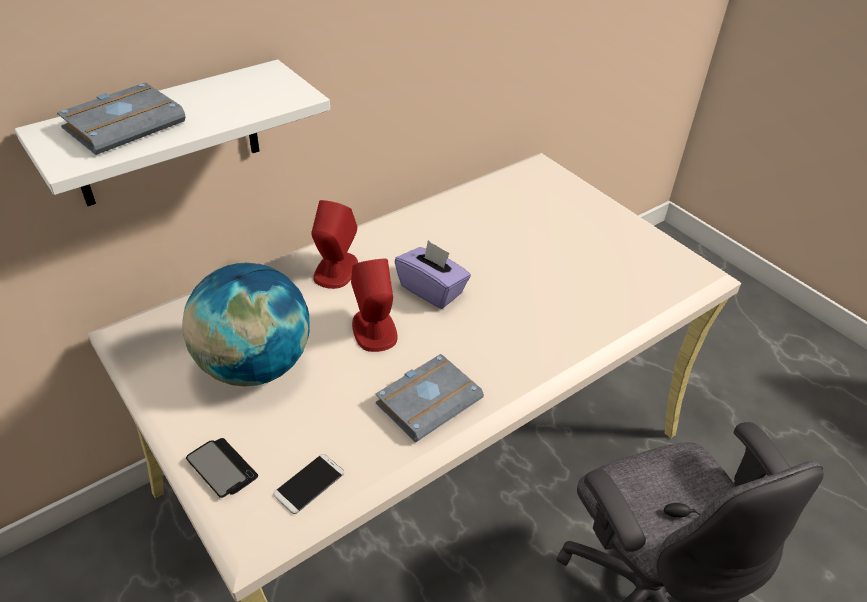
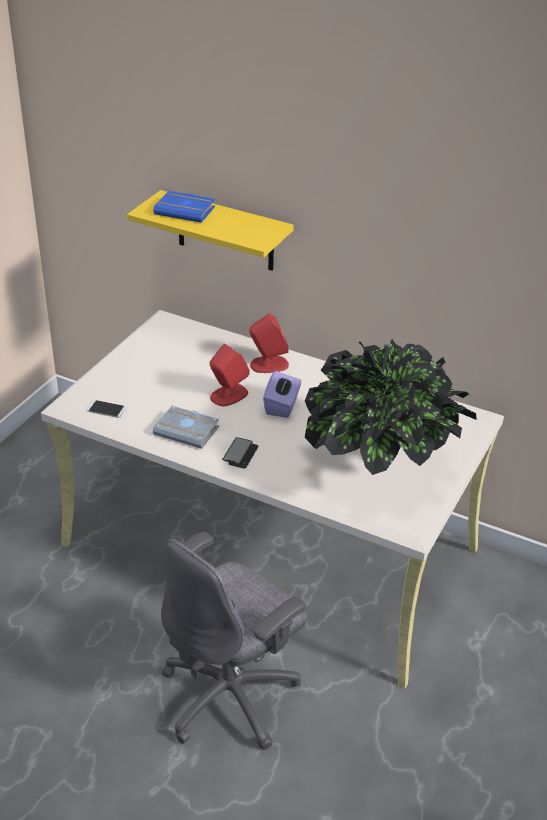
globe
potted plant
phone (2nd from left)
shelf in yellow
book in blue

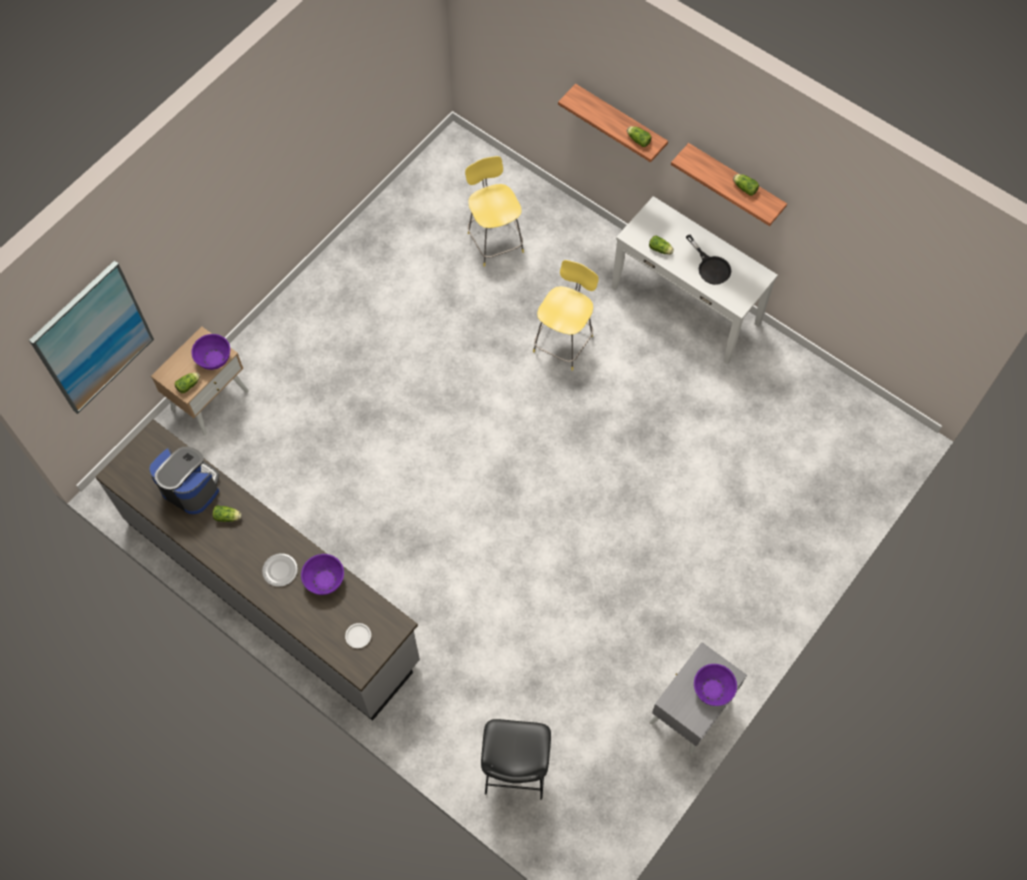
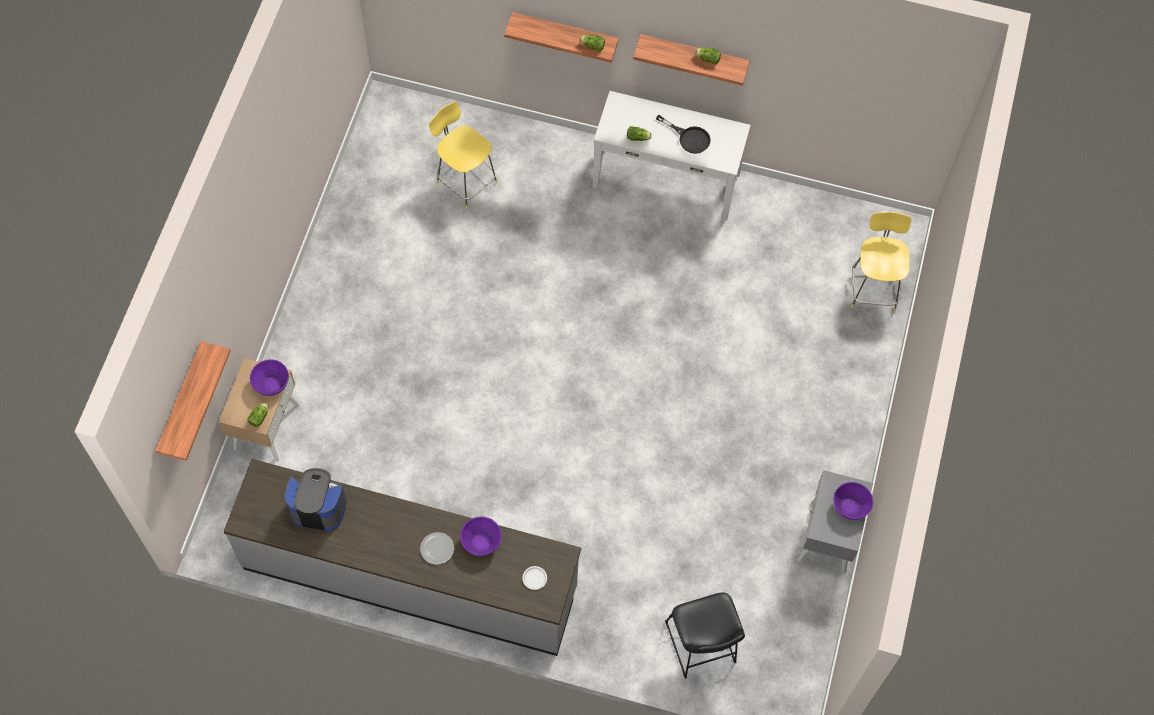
lettuce (2nd from left in the first image)
stool in yellow (2nd from left)
shelf (1st from left)

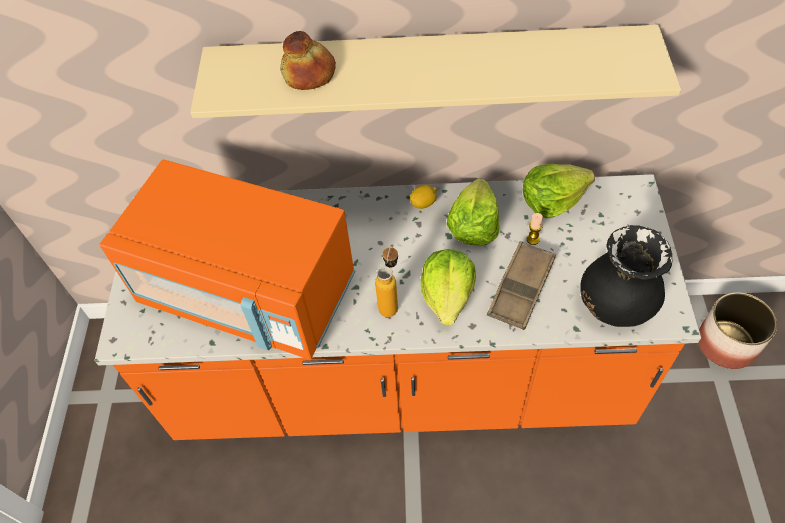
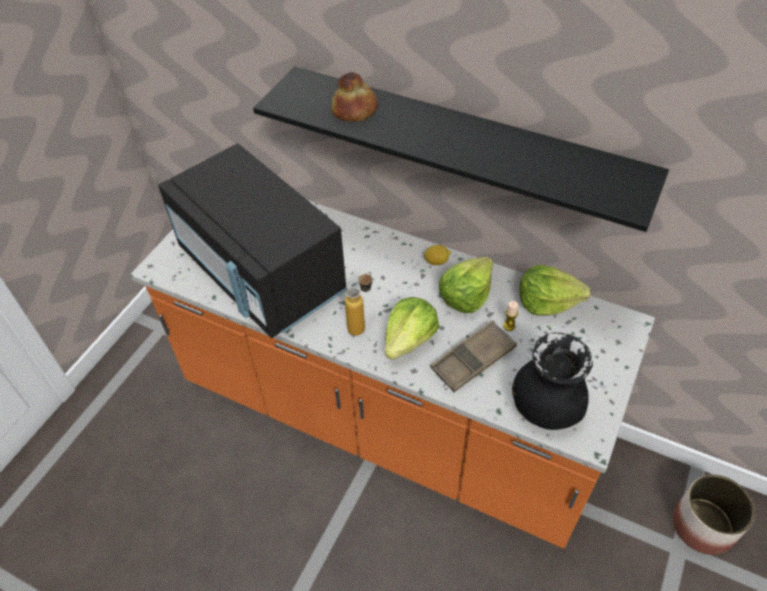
microwave in black
shelf in black

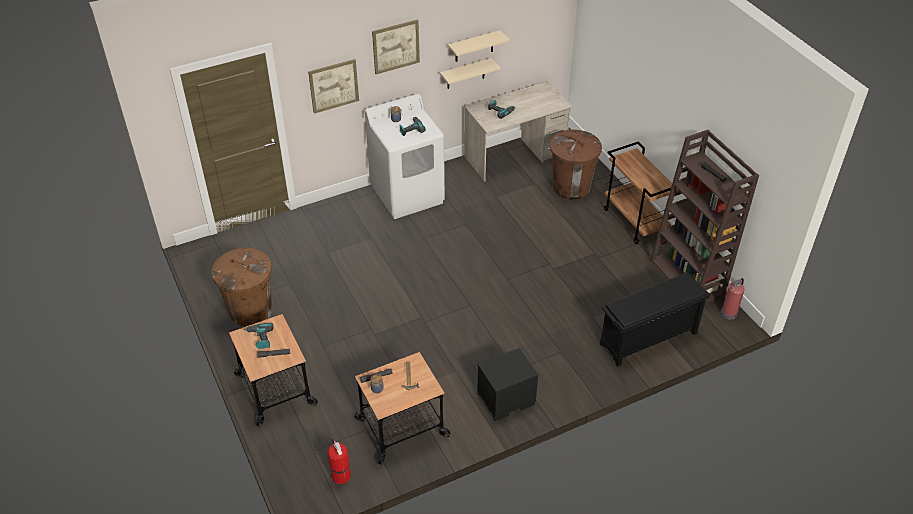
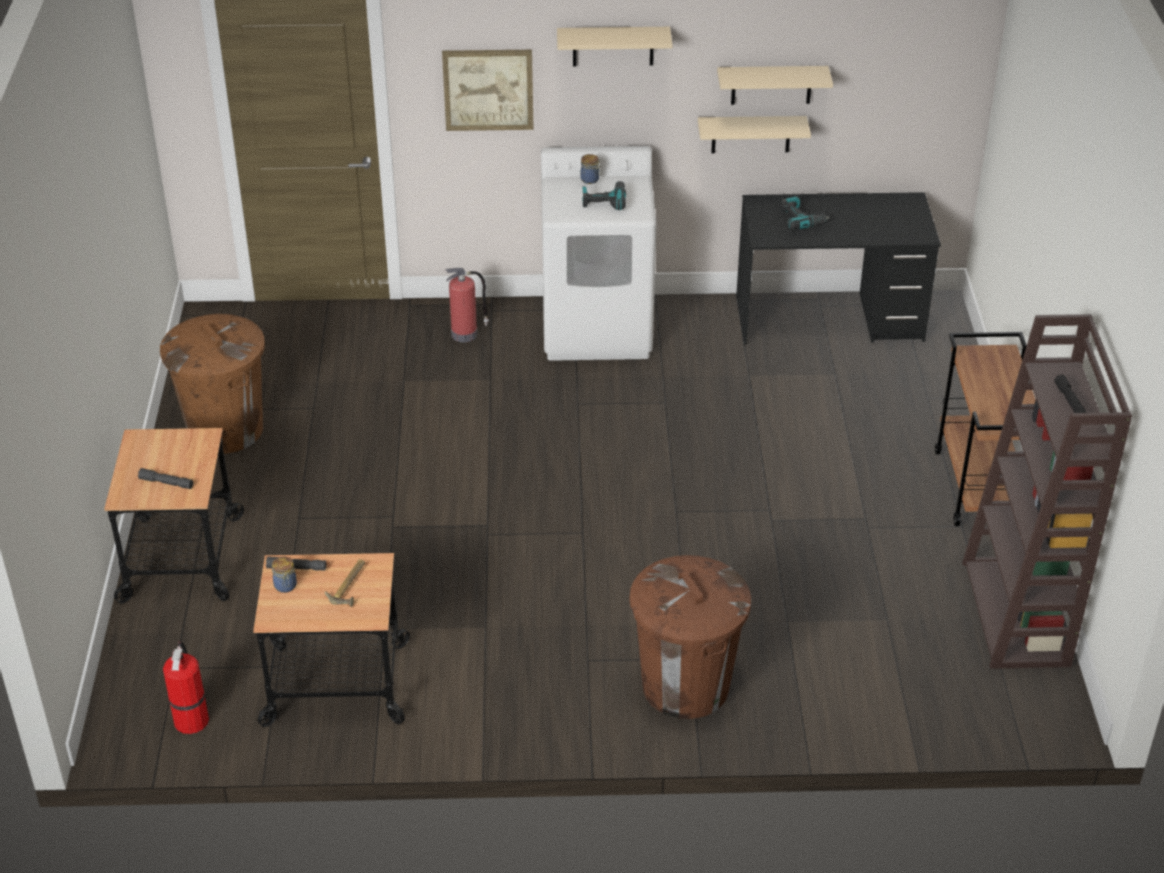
power drill (1st from left in the first image)
nightstand in black
shoe rack in black
trash can in brown (2nd from left)
fire extinguisher (2nd from left)
shelf in beige (1st from left)
desk in black

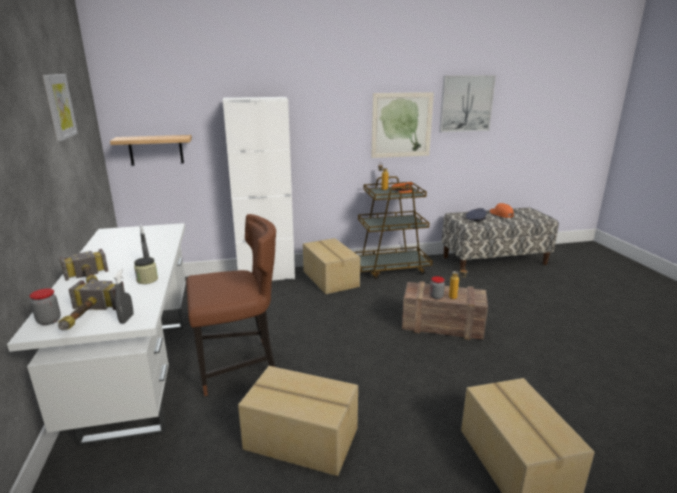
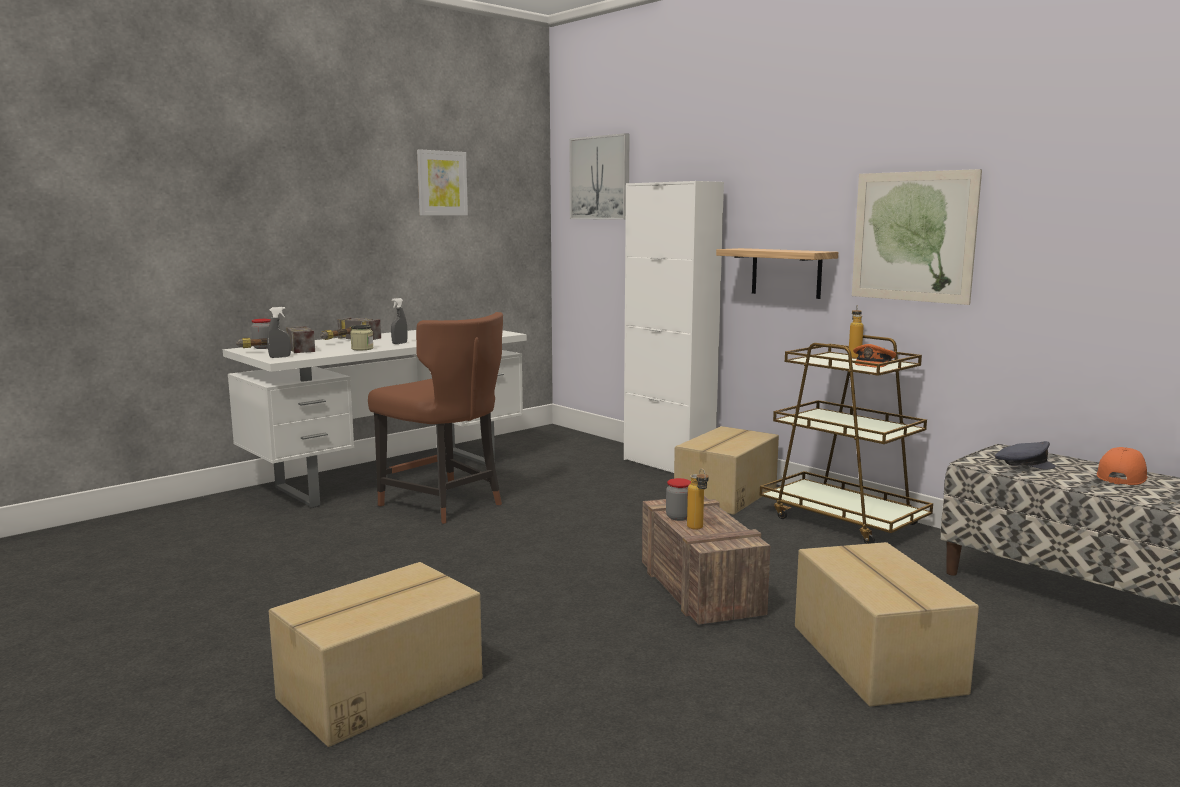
shelf
cardboard box (3rd from left)
picture (2nd from left)

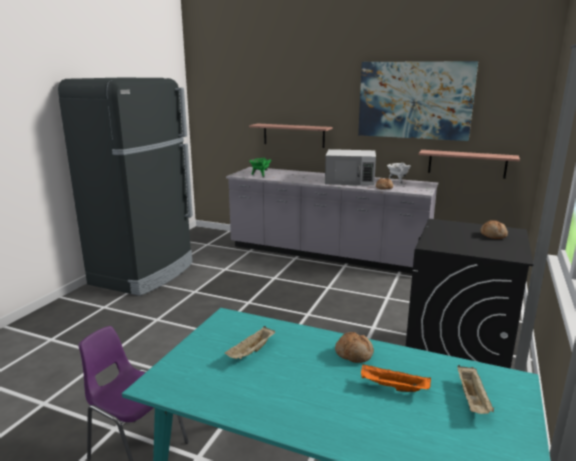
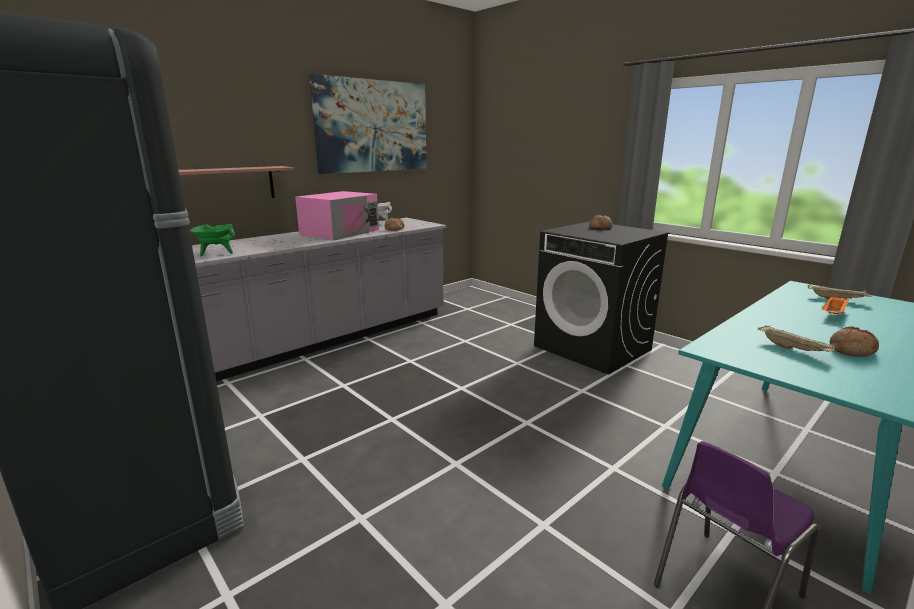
shelf (2nd from left in the first image)
bread (3rd from left)
microwave in pink

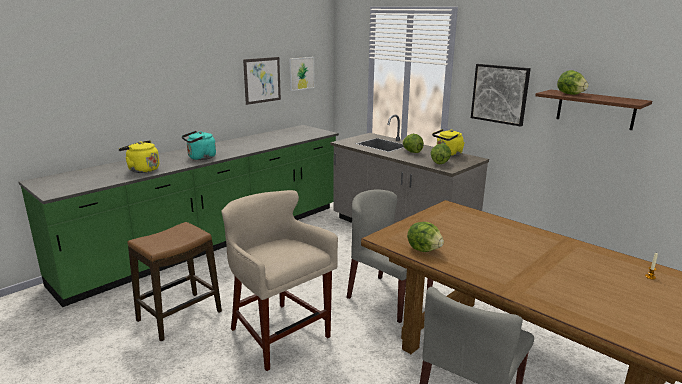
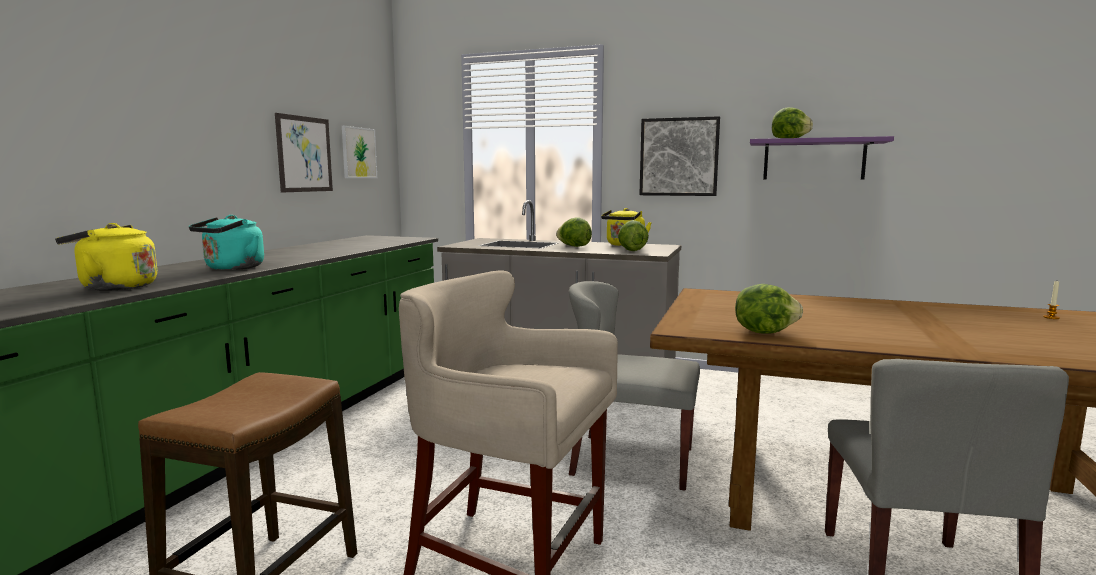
shelf in purple

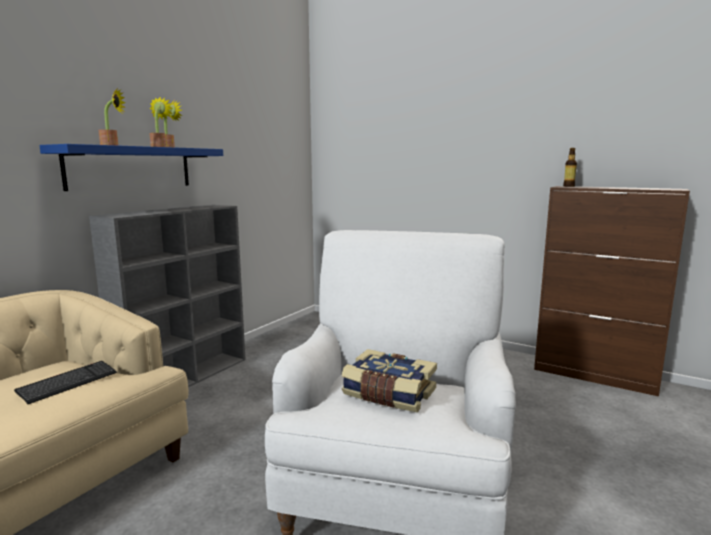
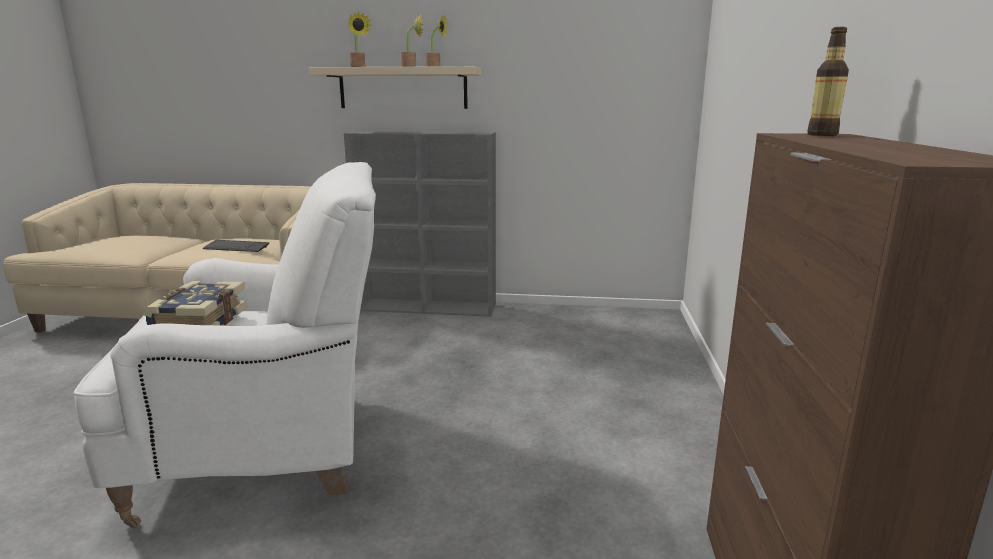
shelf in beige

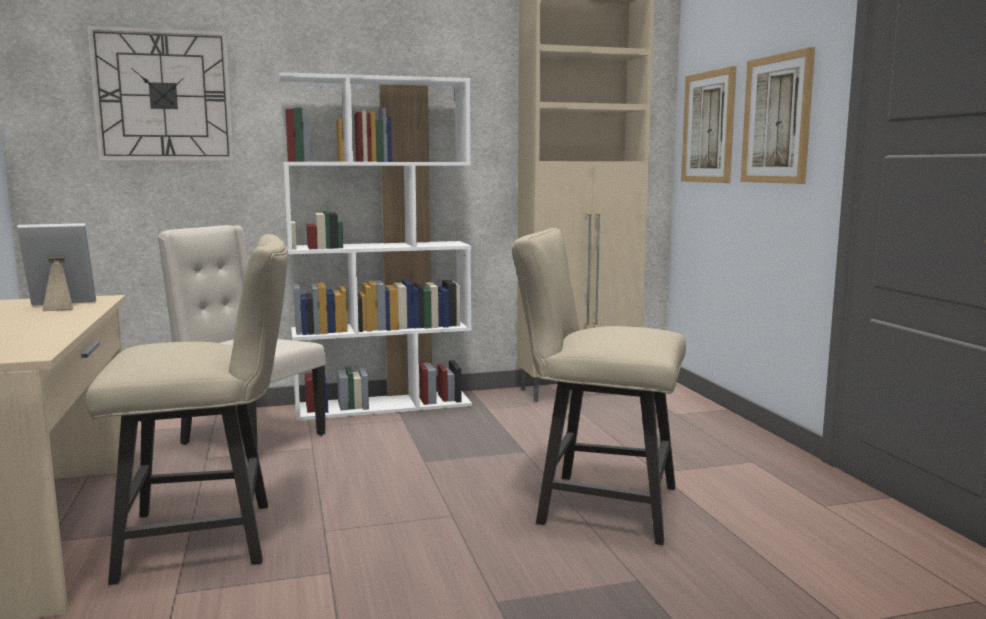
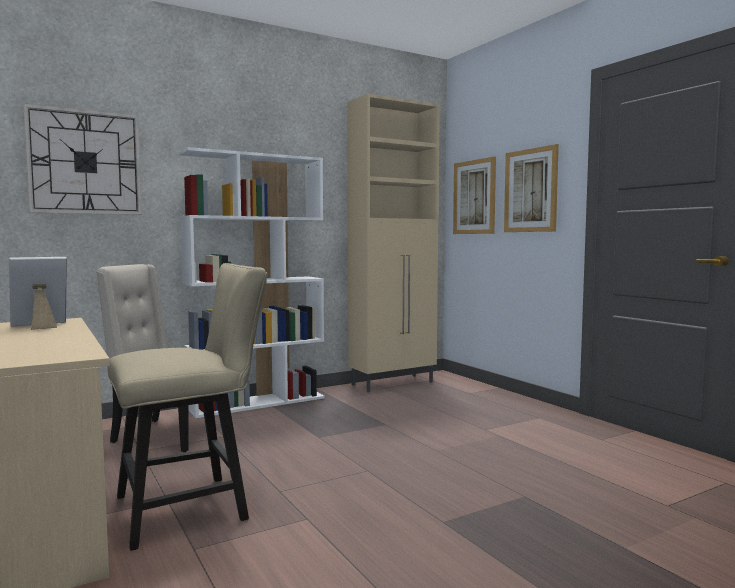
chair in beige (3rd from left in the first image)

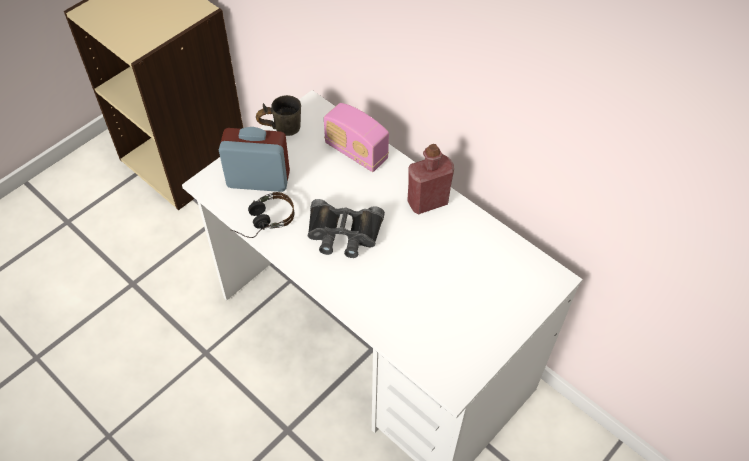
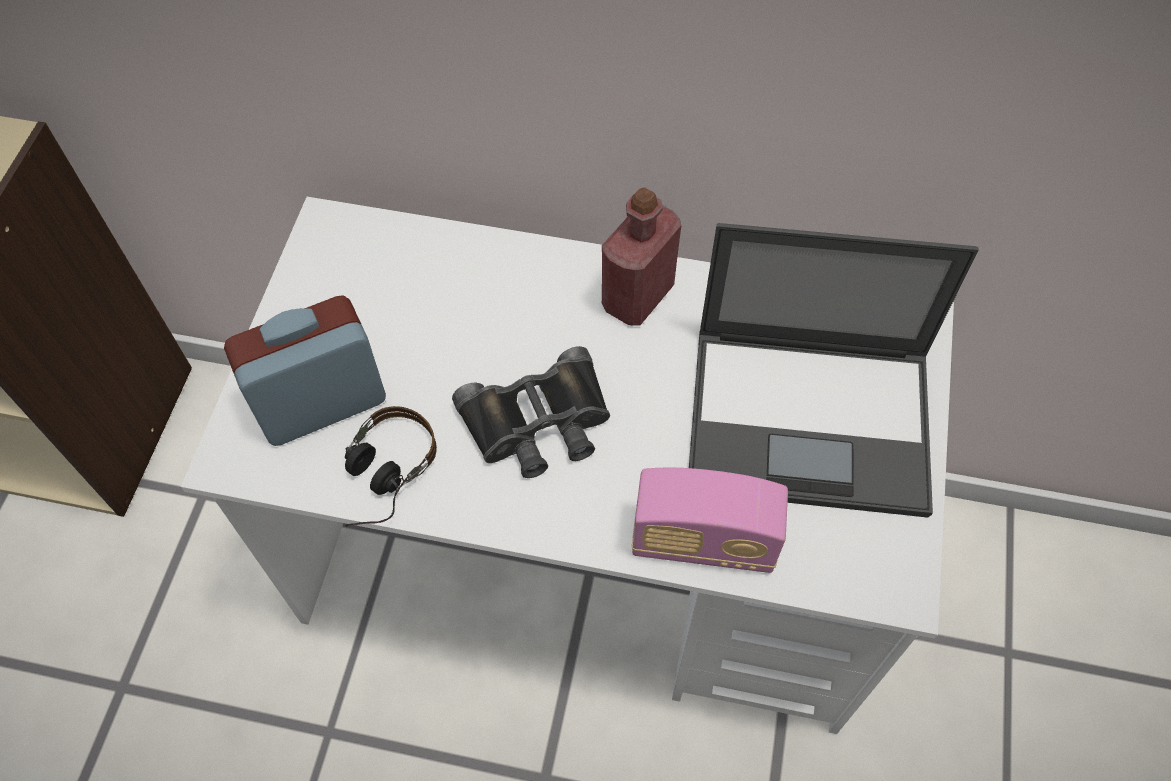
mug in grey
laptop
radio

